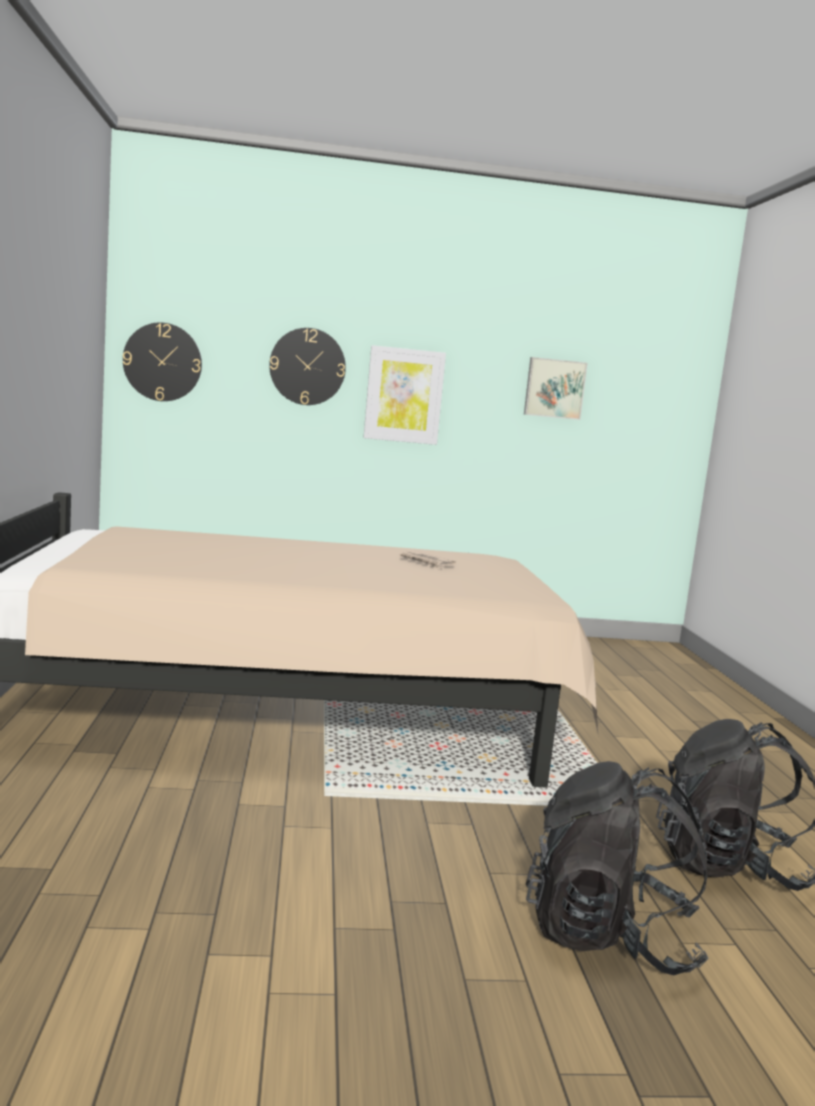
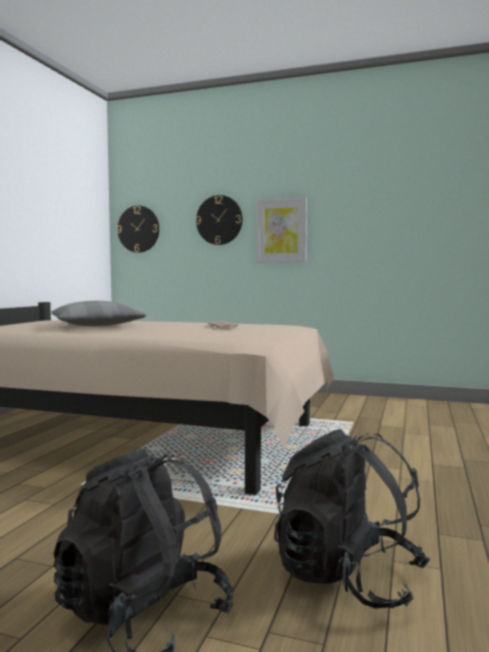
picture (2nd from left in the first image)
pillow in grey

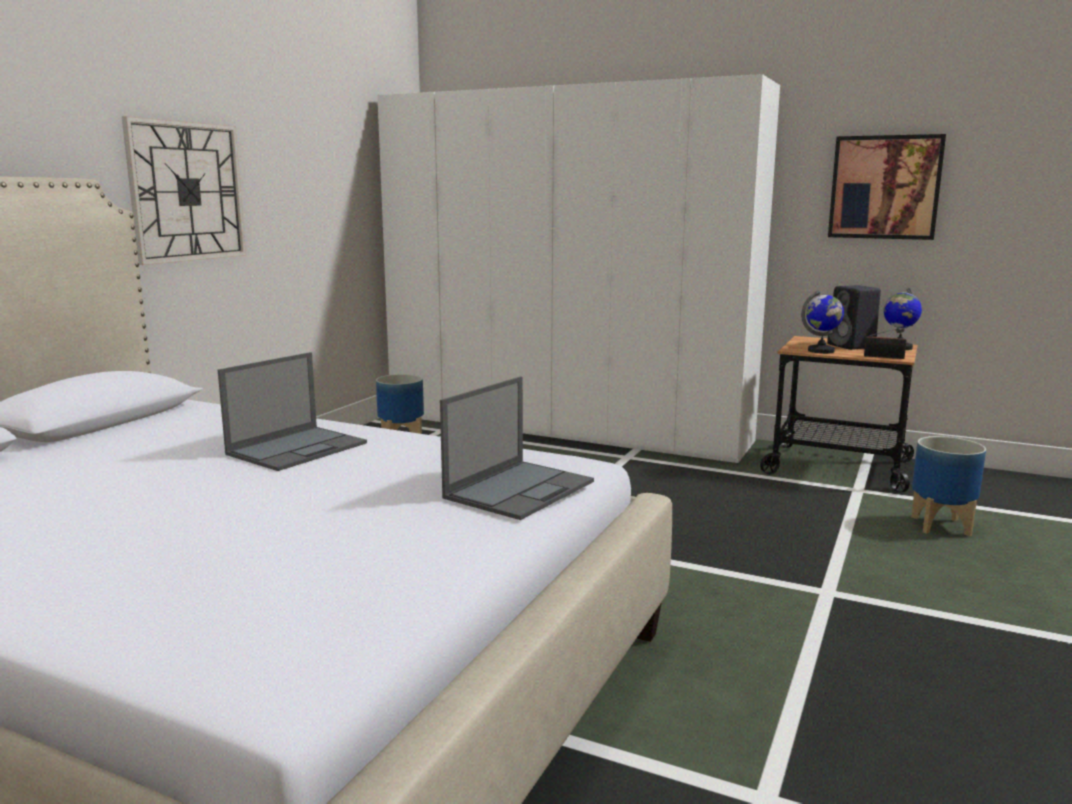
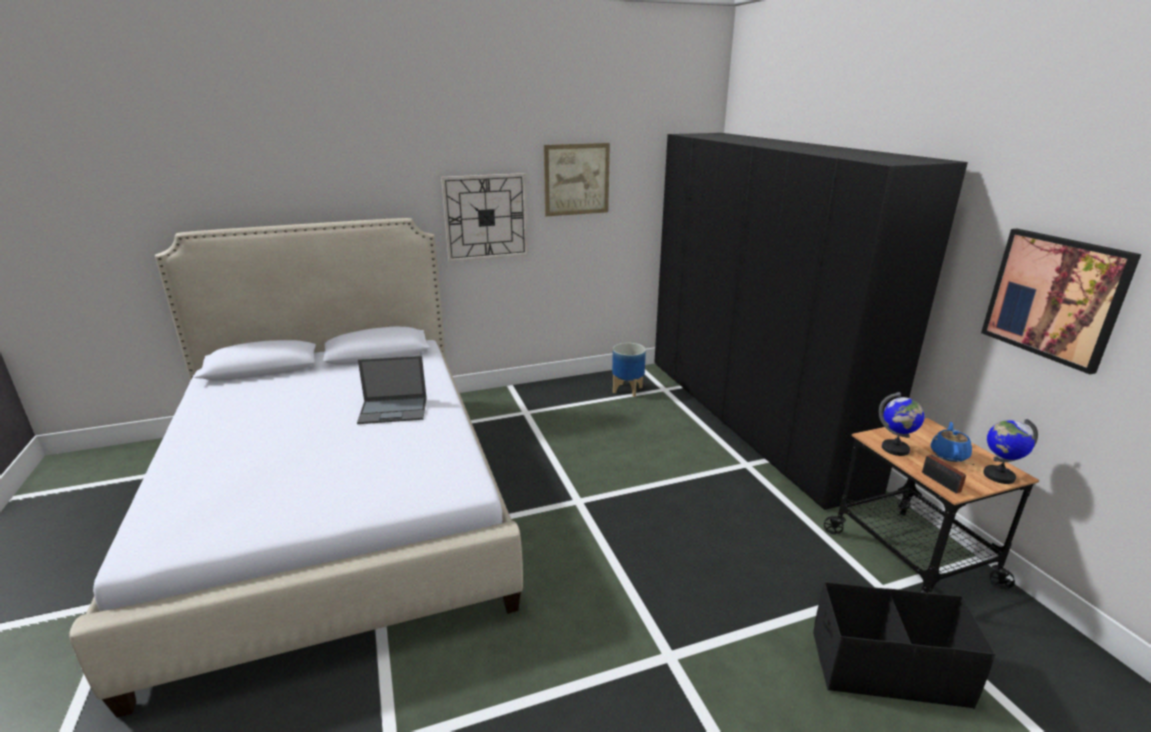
laptop (2nd from left in the first image)
picture (1st from left)
teapot in blue
storage box in black
wardrobe in black

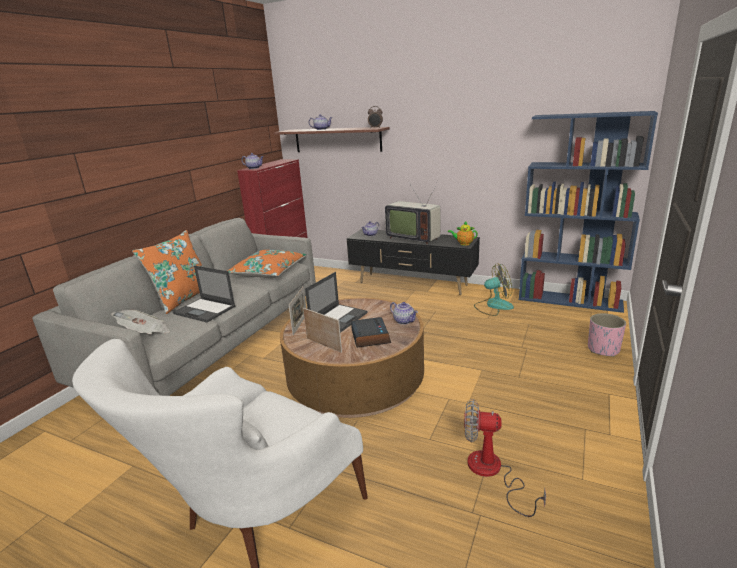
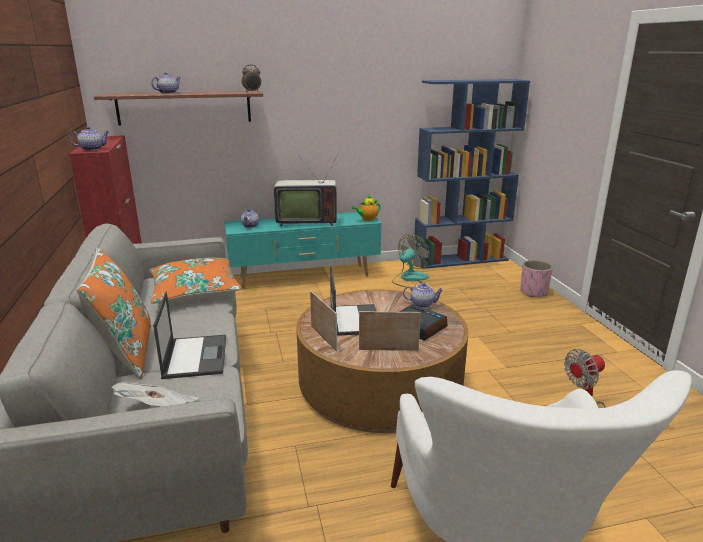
tv stand in turquoise
laptop (1st from left)

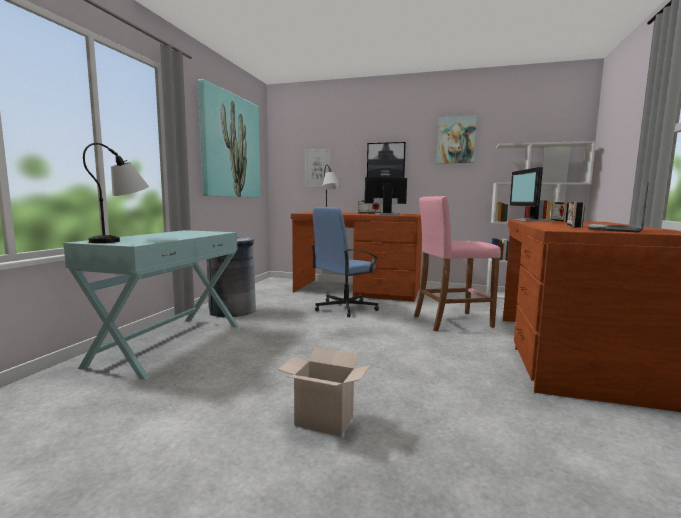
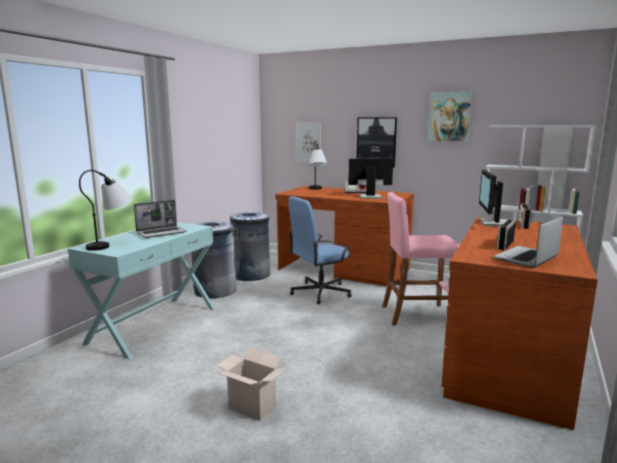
picture (1st from left in the first image)
laptop (1st from left)
trash can in grey (2nd from left)

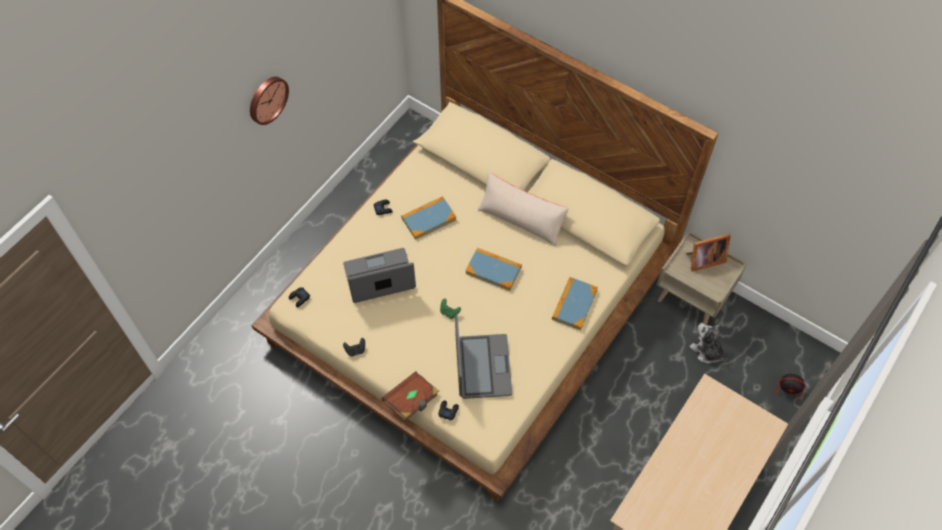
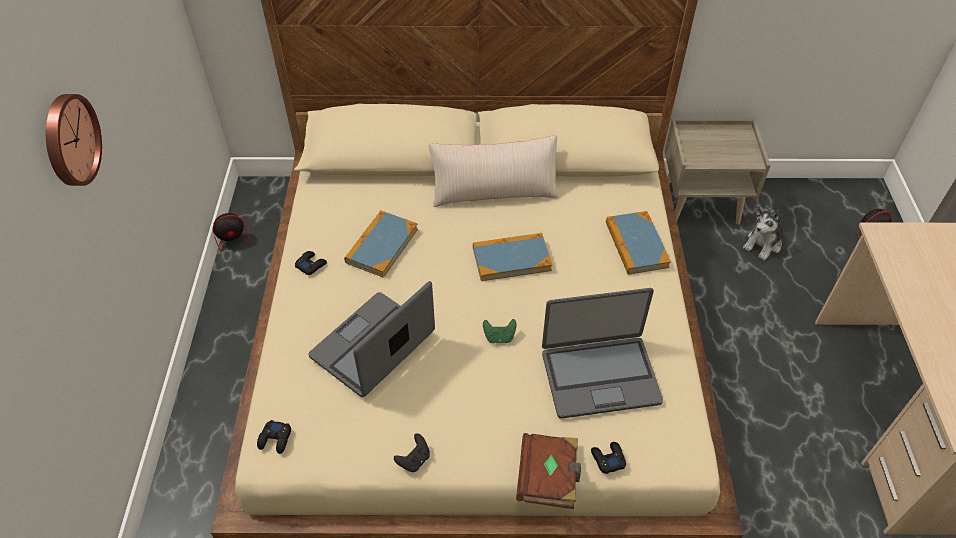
picture frame
fan (1st from left)
laptop (2nd from left)
plush toy

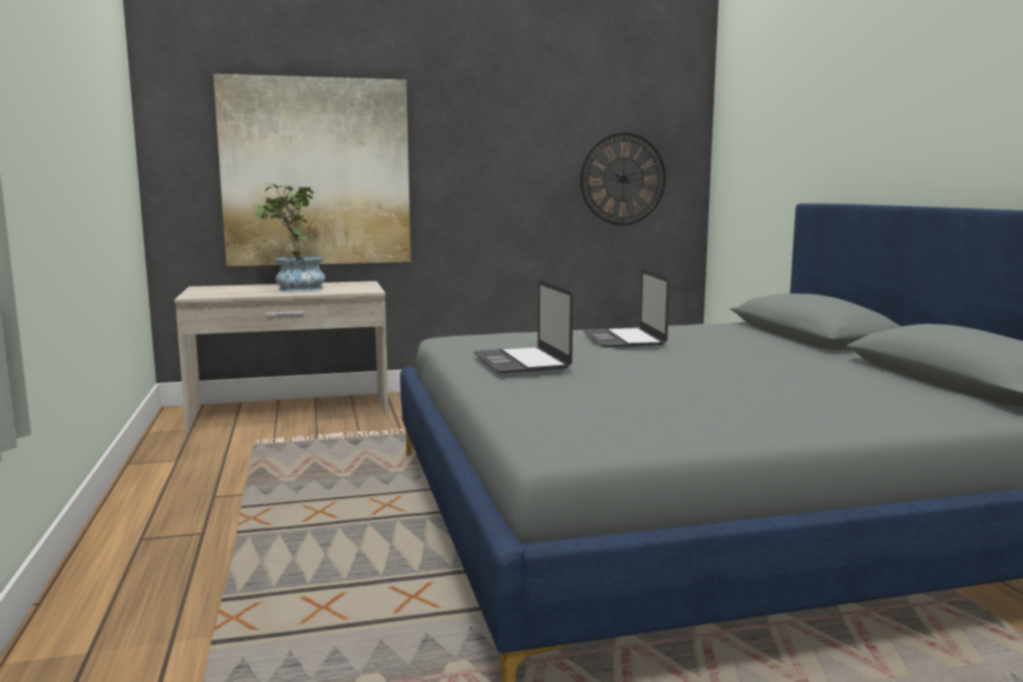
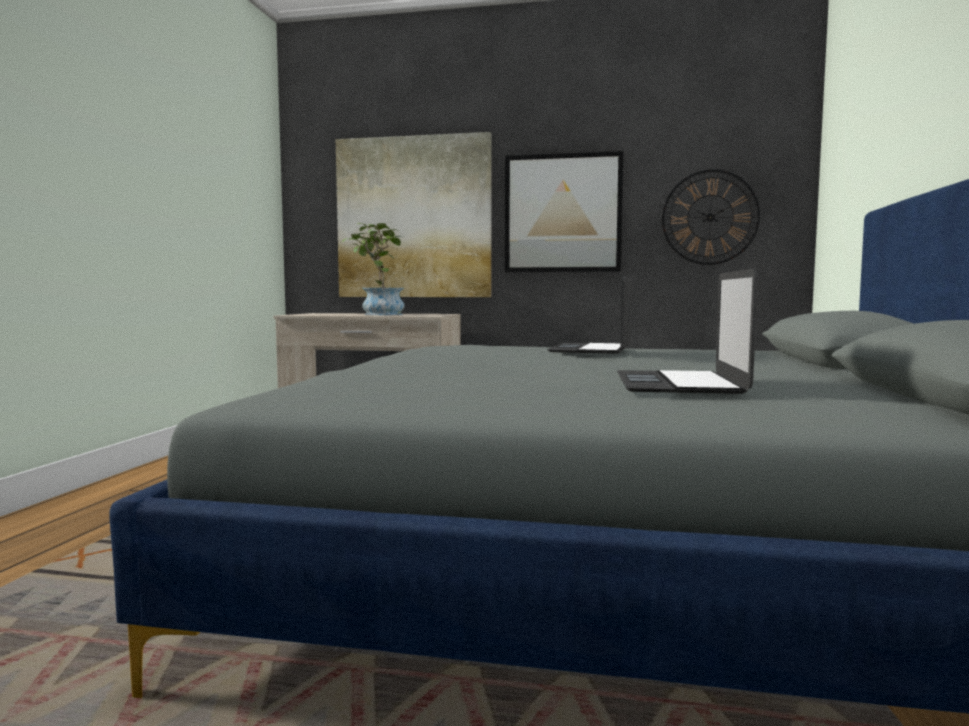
picture (2nd from left)
laptop (2nd from left)

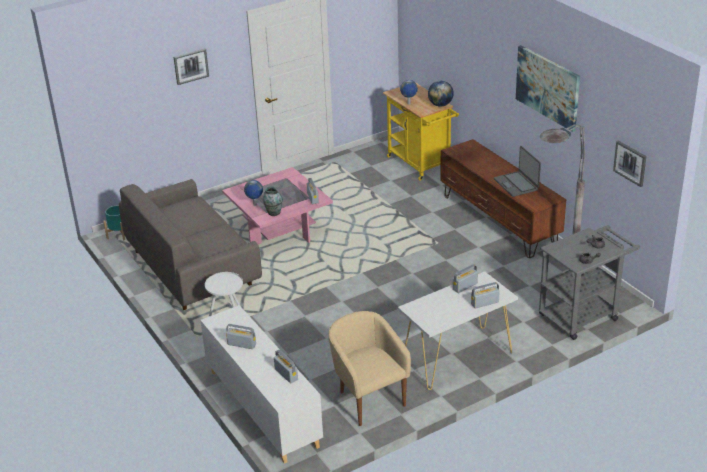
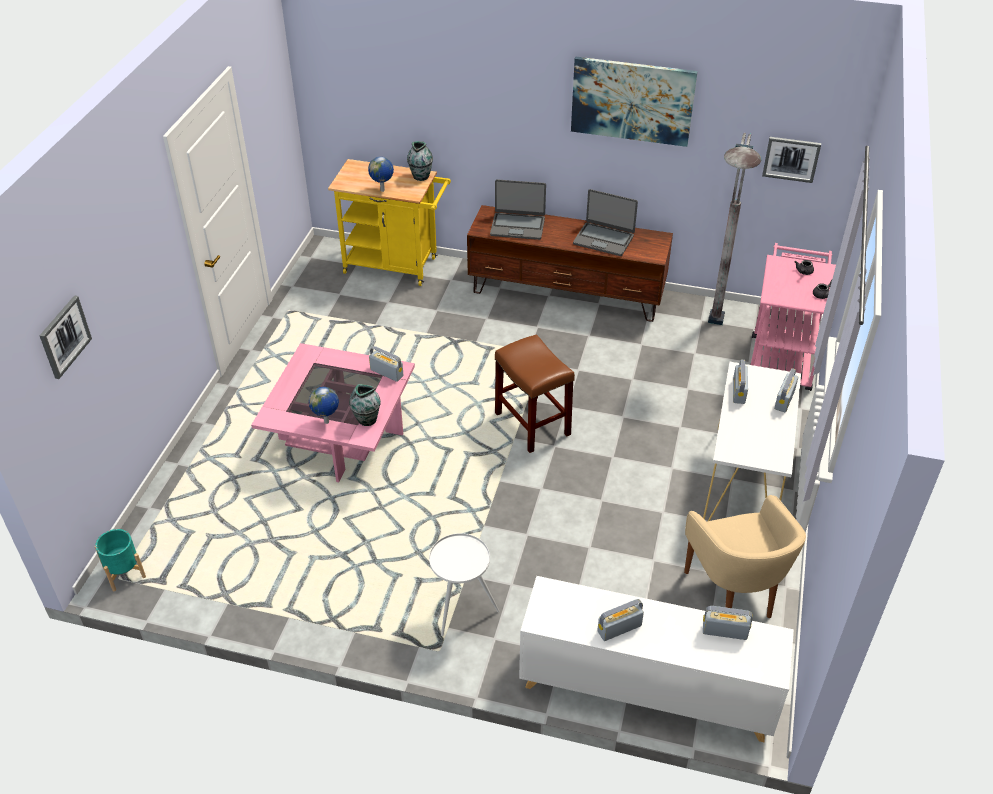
sofa in grey
laptop (1st from left)
stool in brown
picture (1st from left)
vase (2nd from left)
cart in pink
armchair in beige

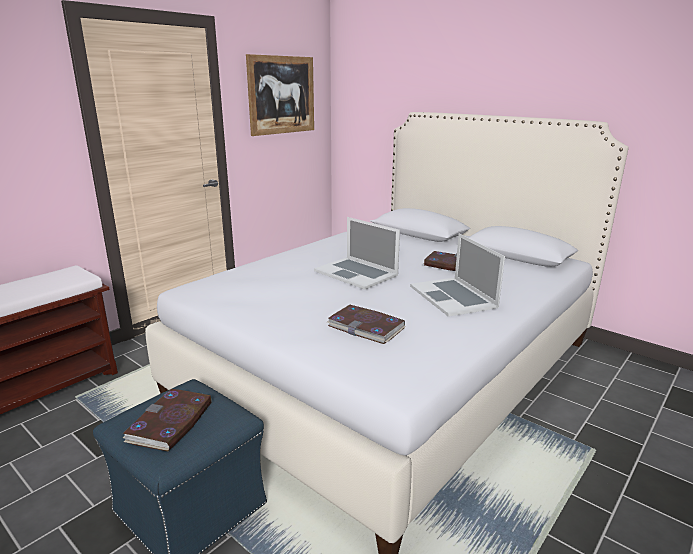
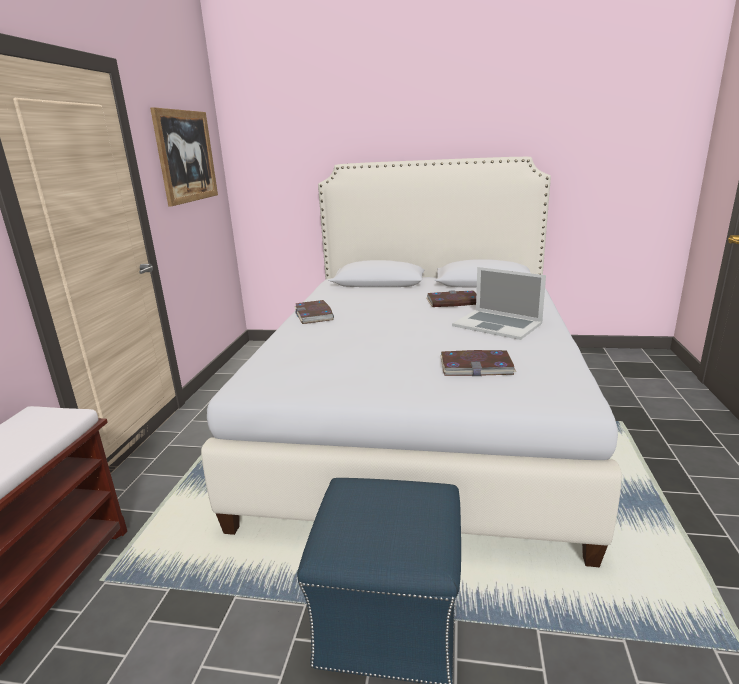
laptop (1st from left in the first image)
book (1st from left)

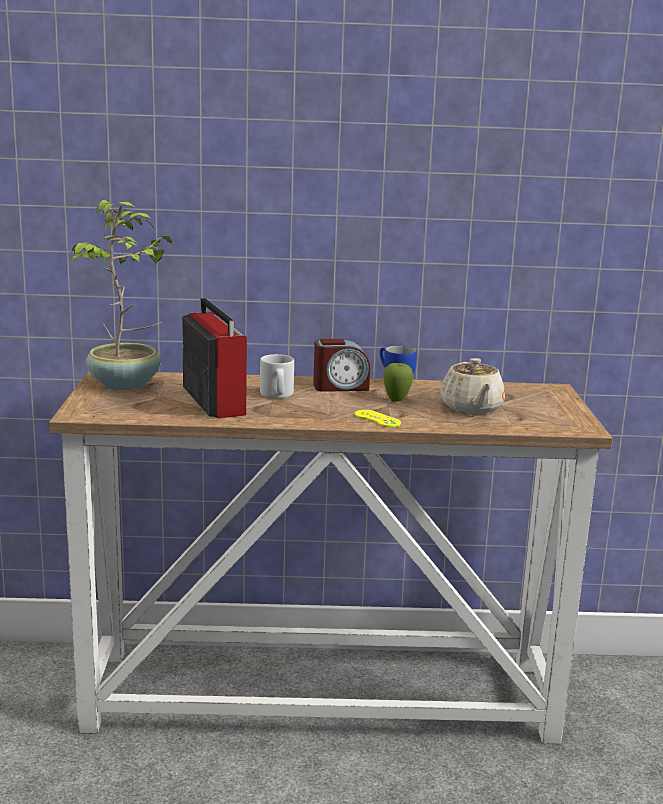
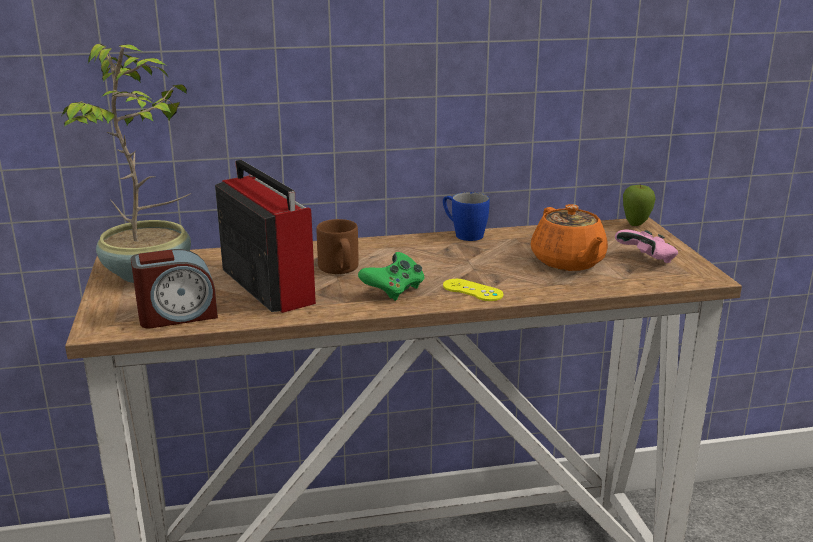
game controller in green
game controller in pink
alarm clock
apple
mug in brown
teapot in orange

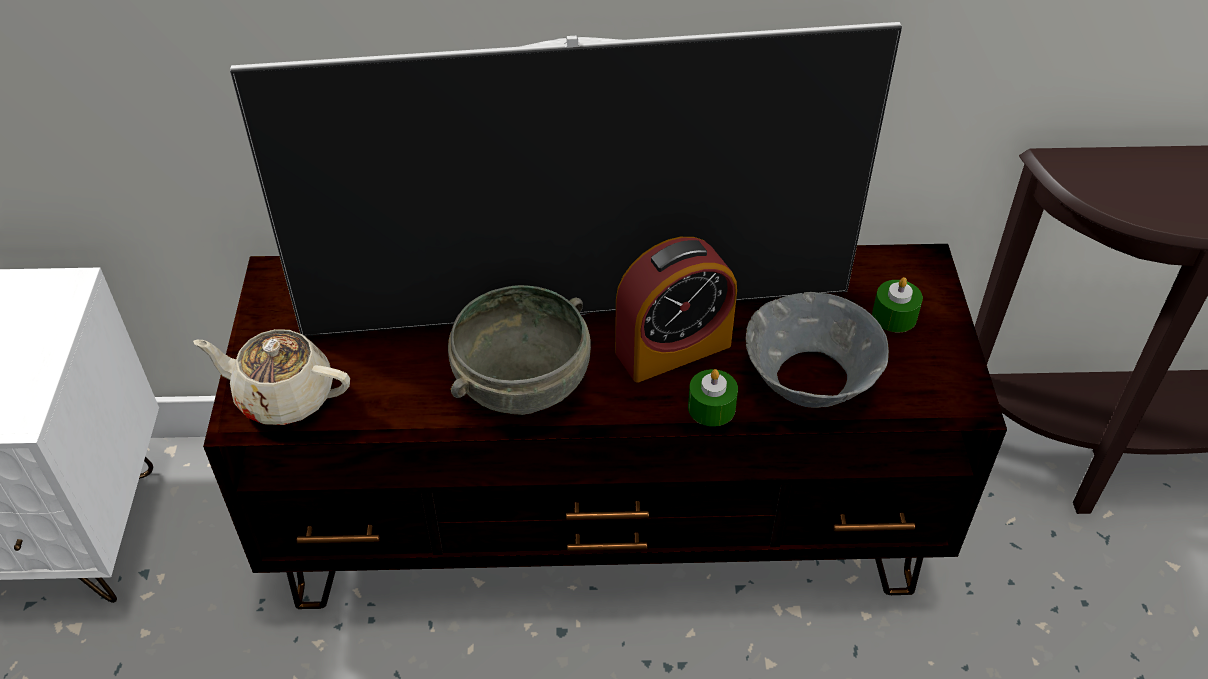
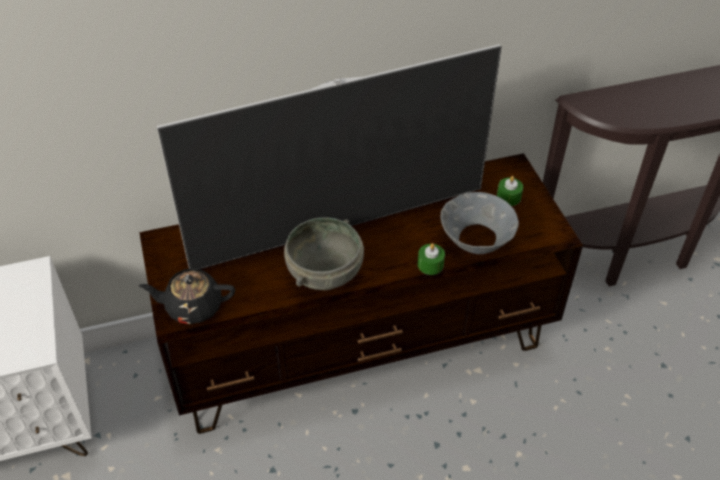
alarm clock
teapot in black

